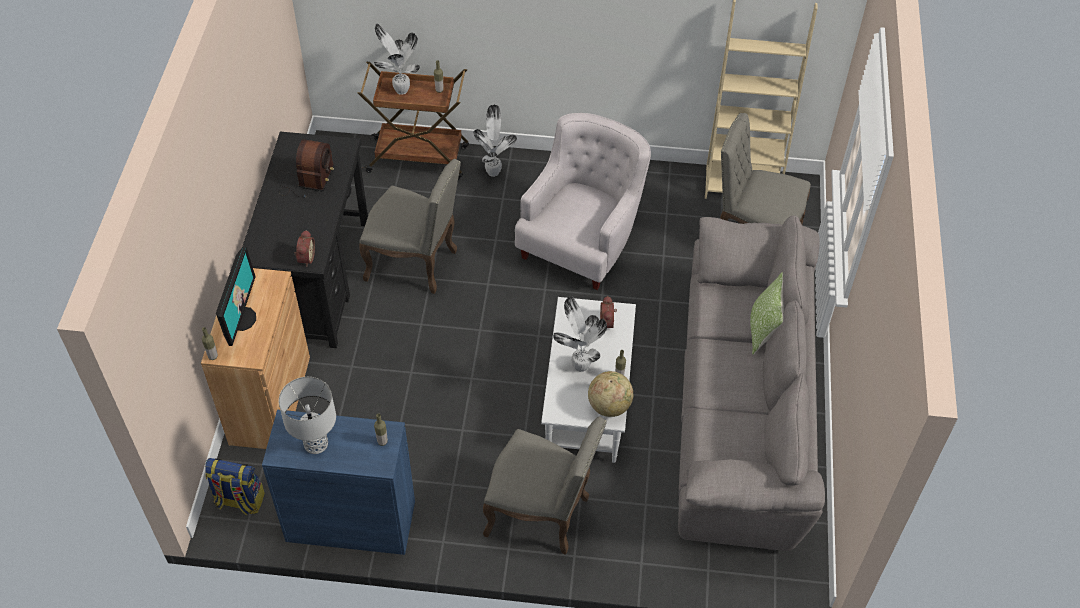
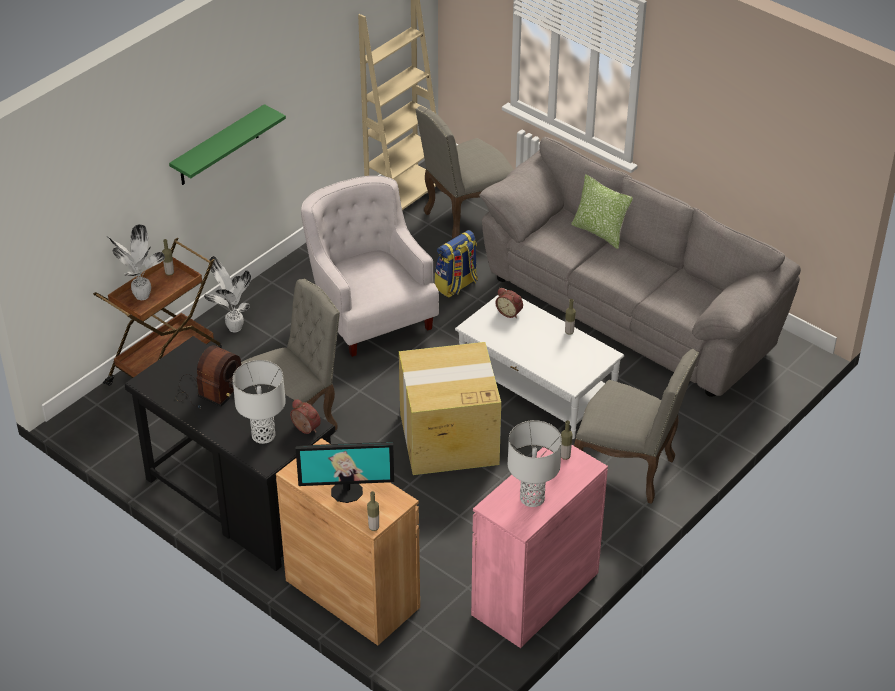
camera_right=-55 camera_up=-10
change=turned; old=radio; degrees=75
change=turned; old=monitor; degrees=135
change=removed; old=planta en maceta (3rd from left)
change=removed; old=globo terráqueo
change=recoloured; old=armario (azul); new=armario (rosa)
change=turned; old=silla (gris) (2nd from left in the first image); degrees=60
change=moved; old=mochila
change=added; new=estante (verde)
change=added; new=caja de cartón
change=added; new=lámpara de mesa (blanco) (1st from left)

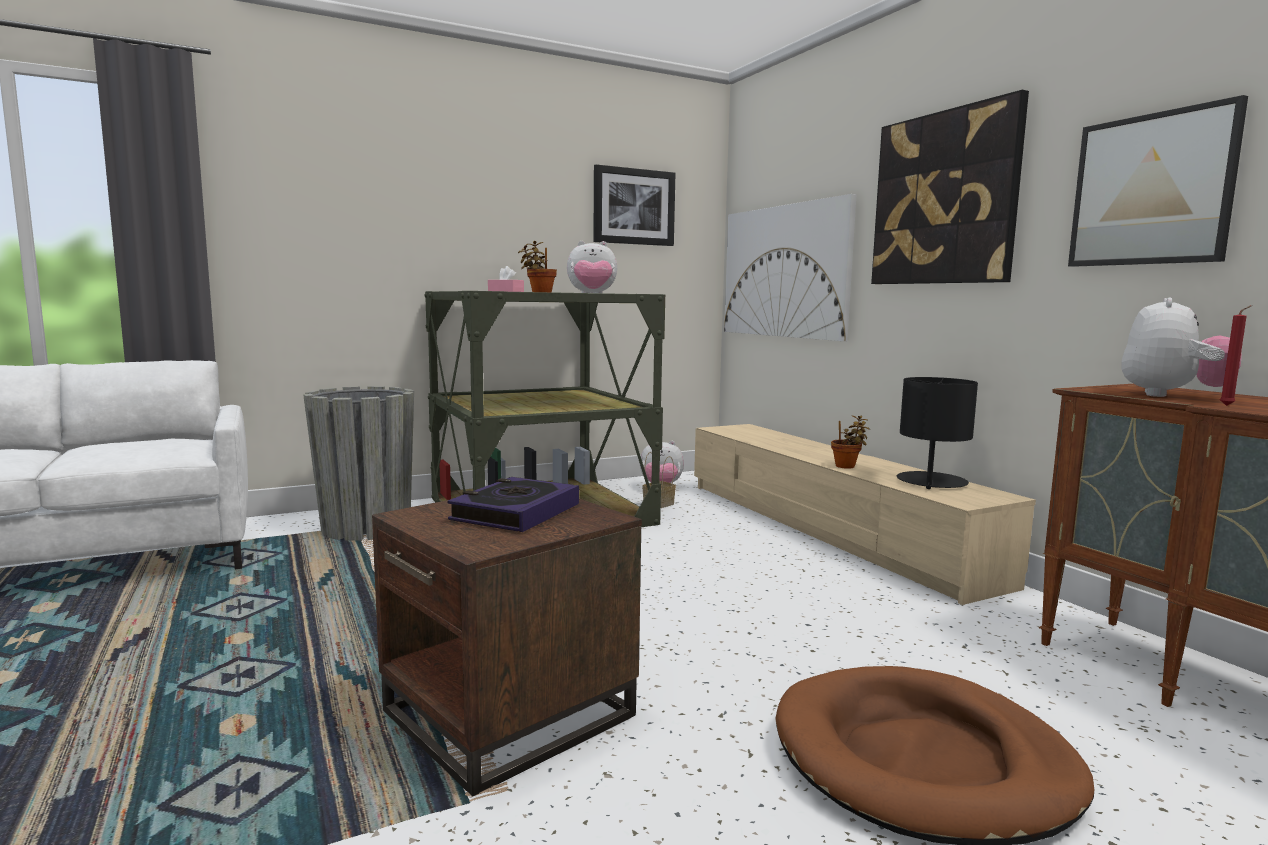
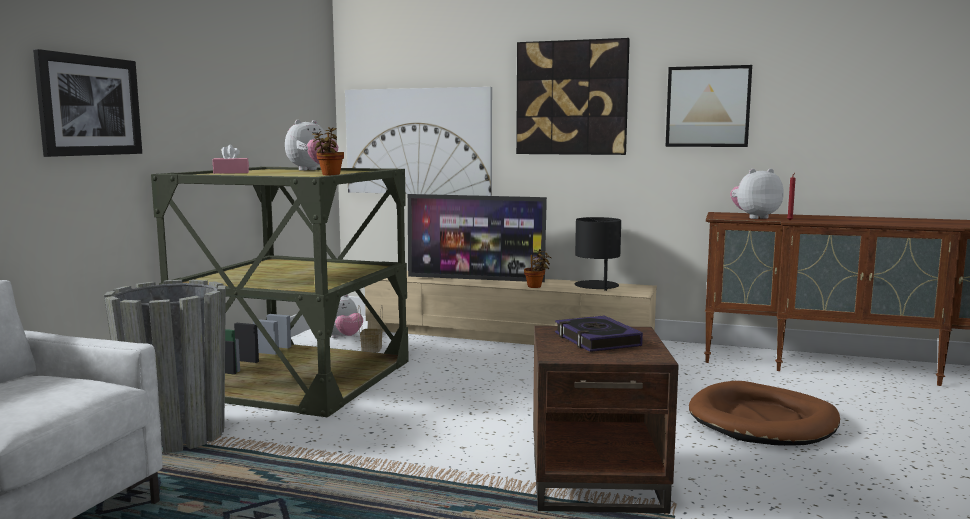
camera_right=-45 camera_up=0
change=moved; old=cuadro (1st from left)
change=turned; old=peluche (3rd from left); degrees=-90
change=added; new=televisor

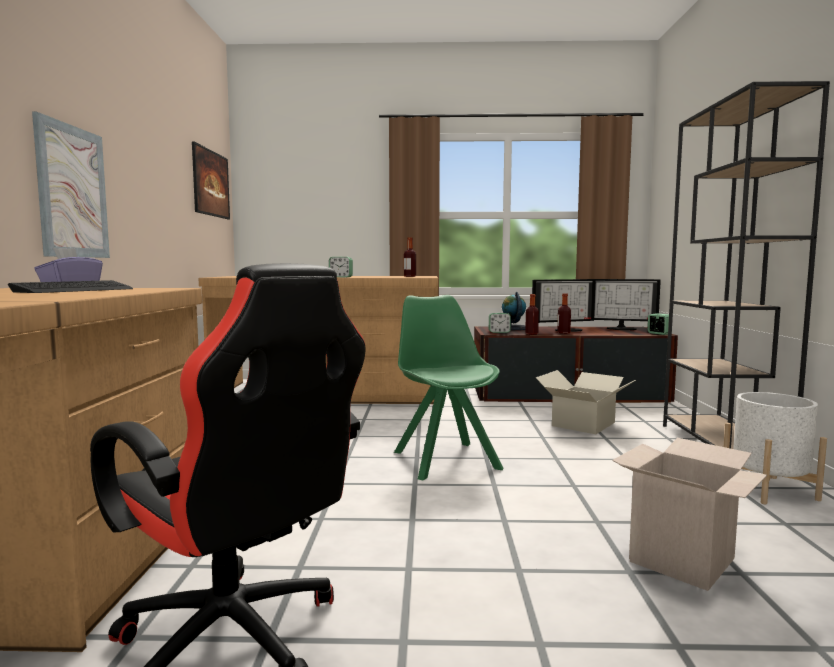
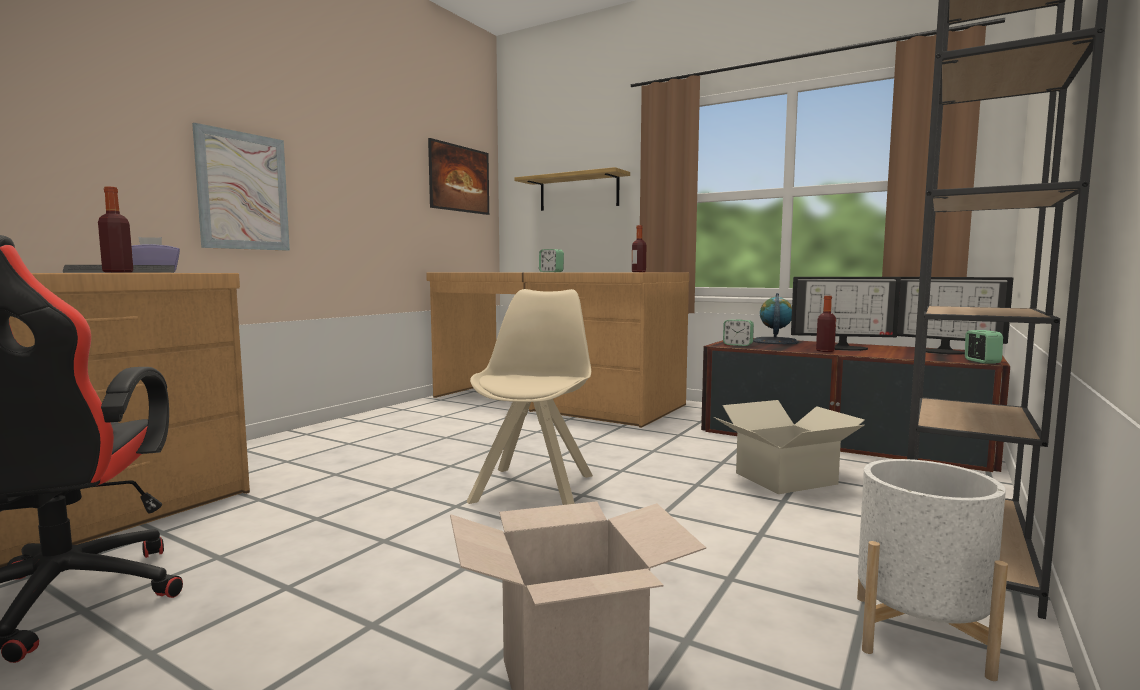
camera_right=30 camera_up=0
change=moved; old=botella (2nd from left in the first image); new=botella (1st from left)
change=recoloured; old=silla (verde); new=silla (beis)
change=added; new=estante

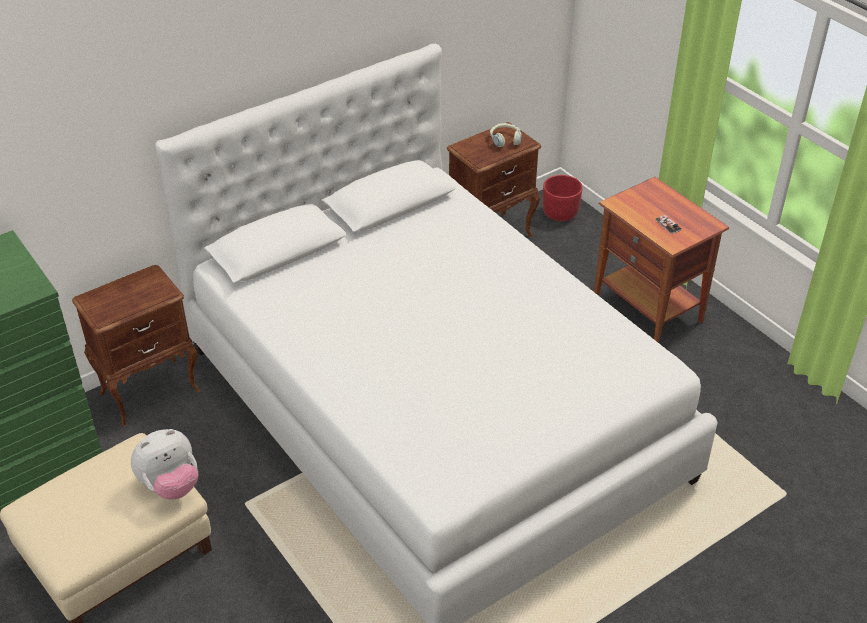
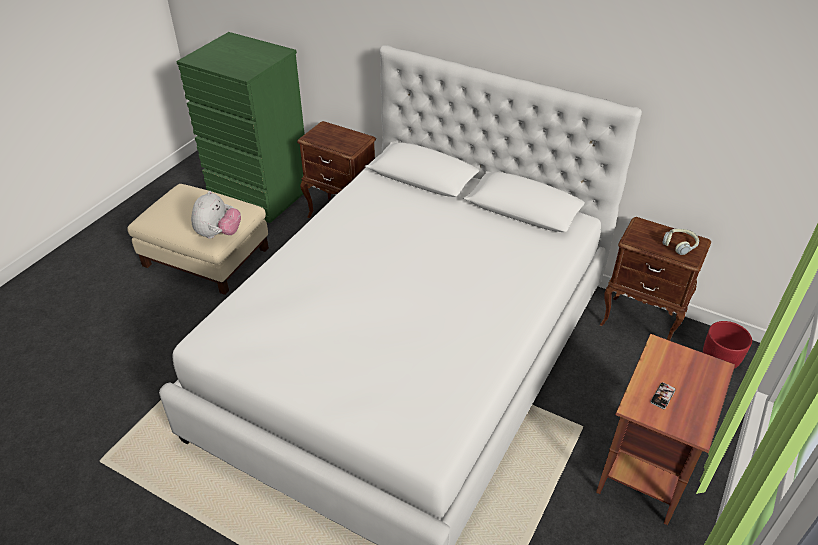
camera_right=65 camera_up=0
change=turned; old=peluche; degrees=-105

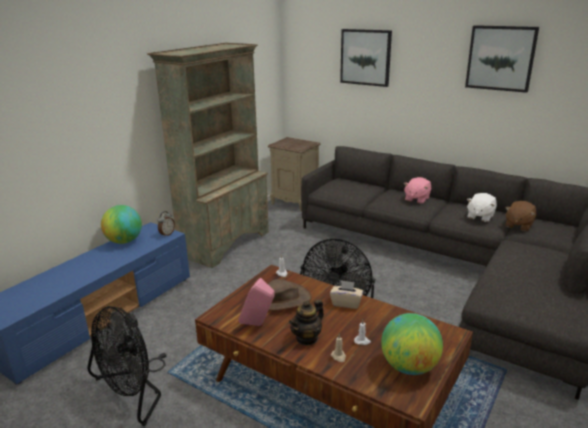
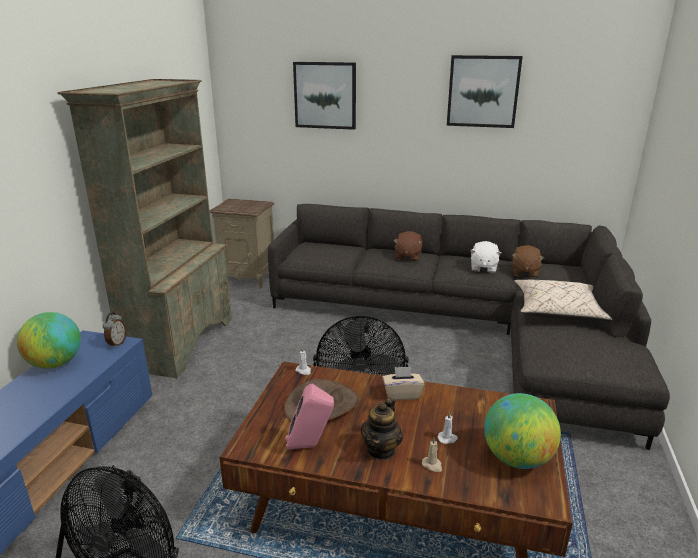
camera_right=-20 camera_up=0
change=recoloured; old=peluche (rosa); new=peluche (marrón) (1st from left)
change=added; new=cojín (beis)

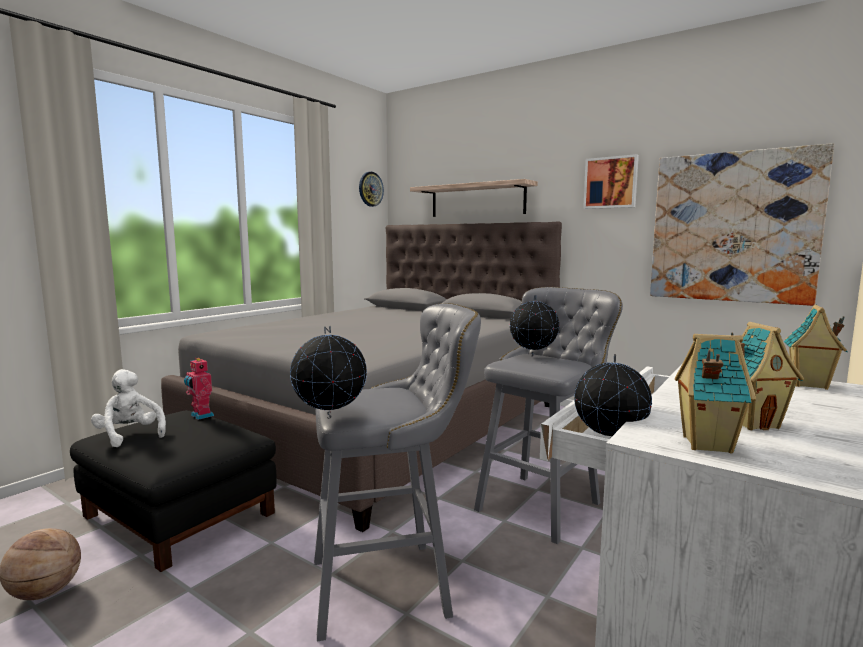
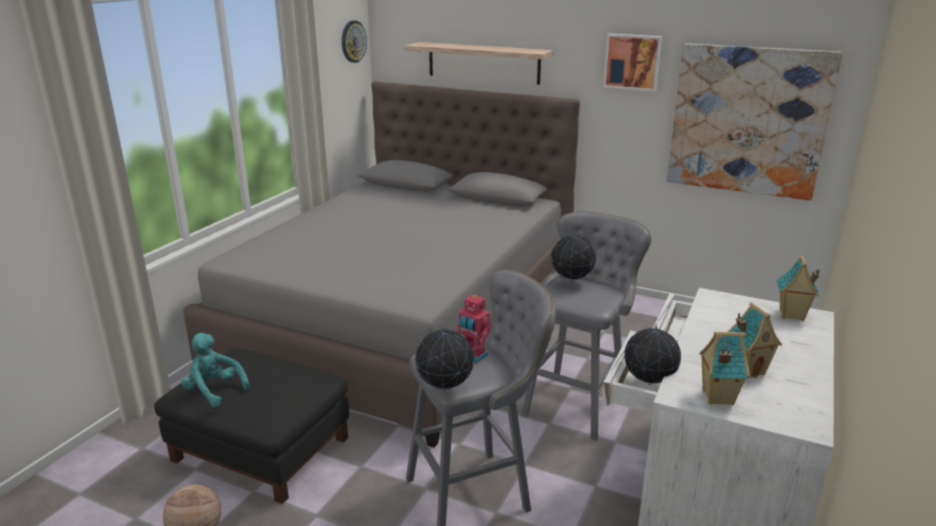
camera_right=-10 camera_up=15
change=moved; old=robot de juguete
change=recoloured; old=peluche (blanco); new=peluche (turquesa)

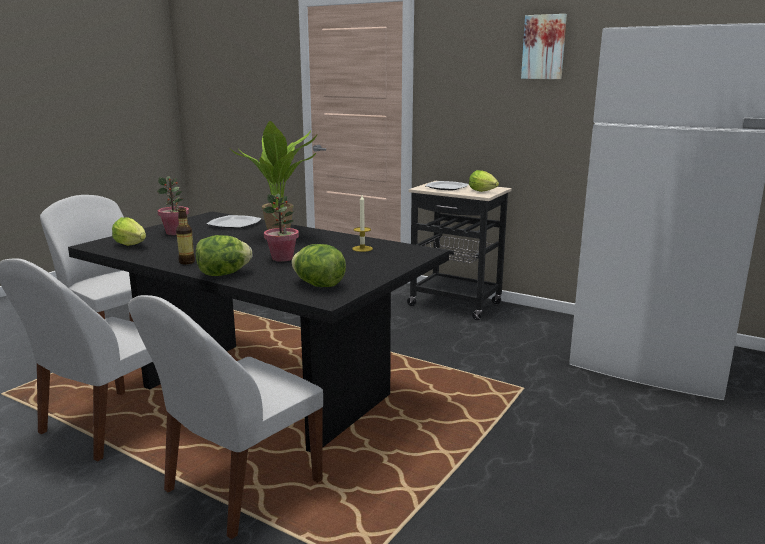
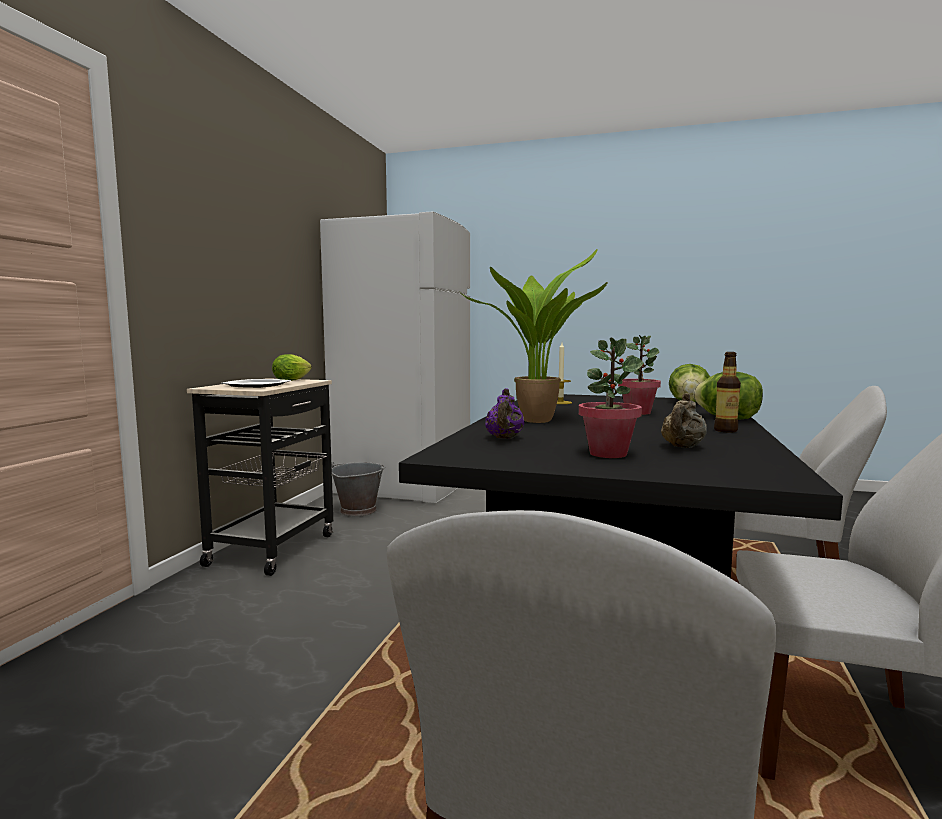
camera_right=-105 camera_up=-10
change=removed; old=cuadro
change=replaced; old=plato (1st from left); new=tetera (morado)
change=removed; old=lechuga (1st from left)
change=added; new=tetera (beis)
change=added; new=cubo (gris)

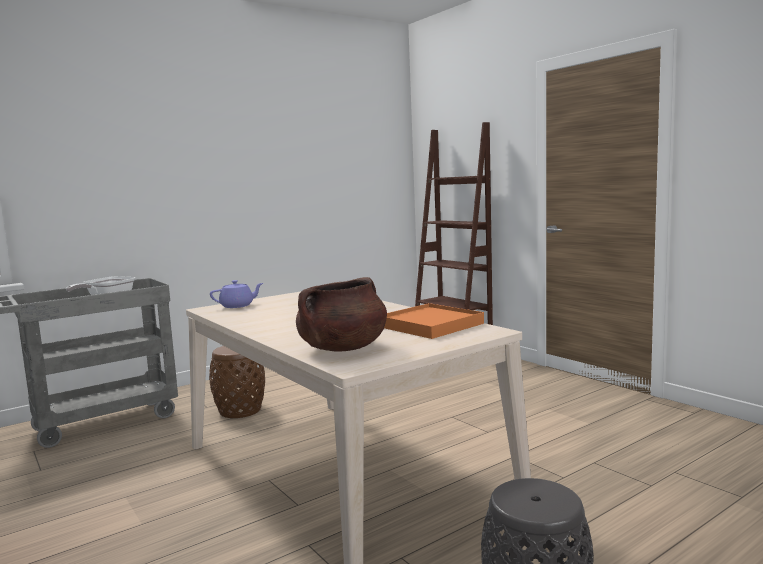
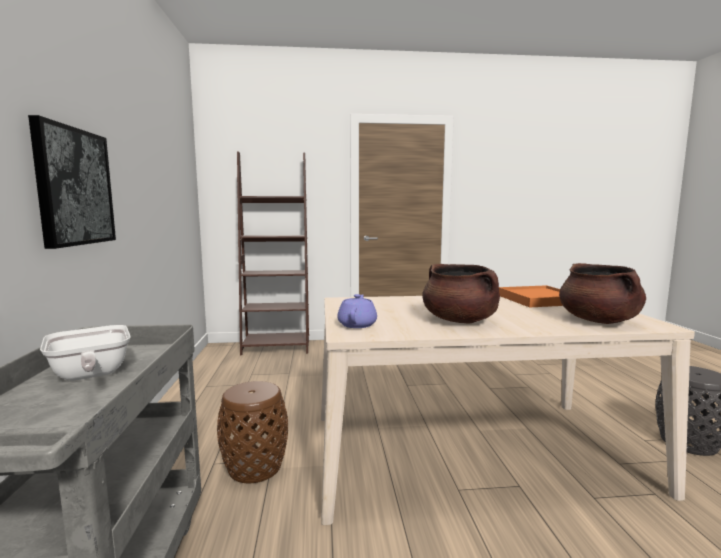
camera_right=-60 camera_up=0
change=added; new=cuadro
change=added; new=olla (marrón) (1st from left)

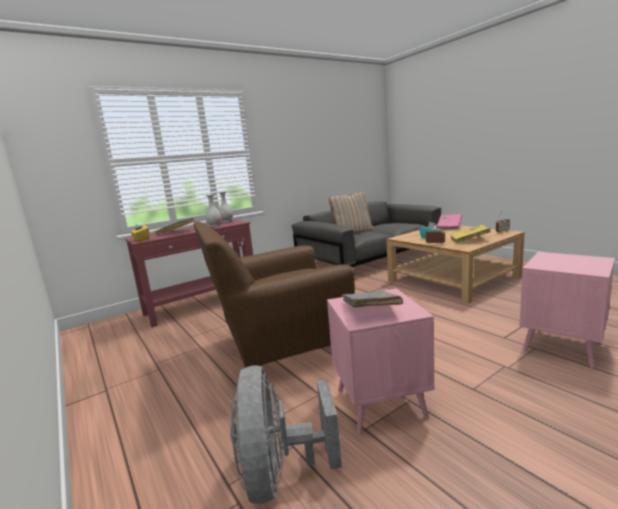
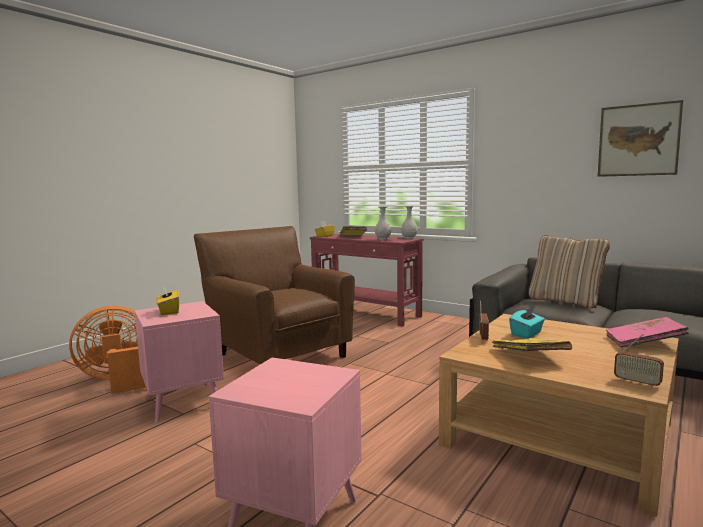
camera_right=70 camera_up=-5
change=replaced; old=libro (gris); new=caja de pañuelos (amarillo) (1st from left)
change=recoloured; old=ventilador (gris); new=ventilador (naranja)
change=added; new=cuadro

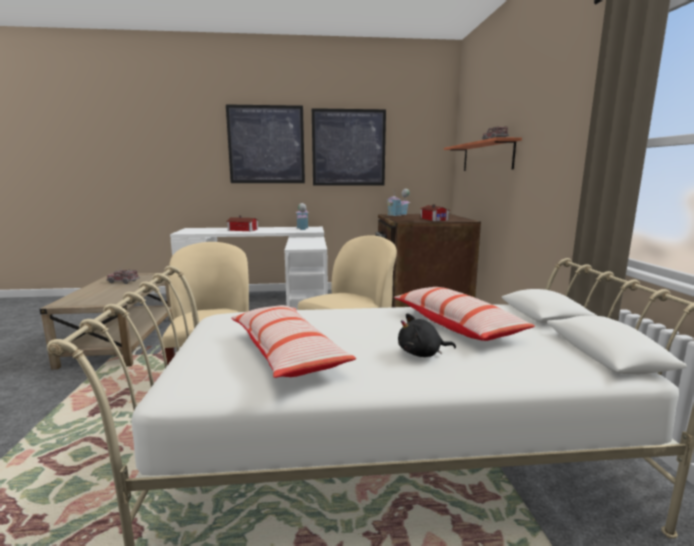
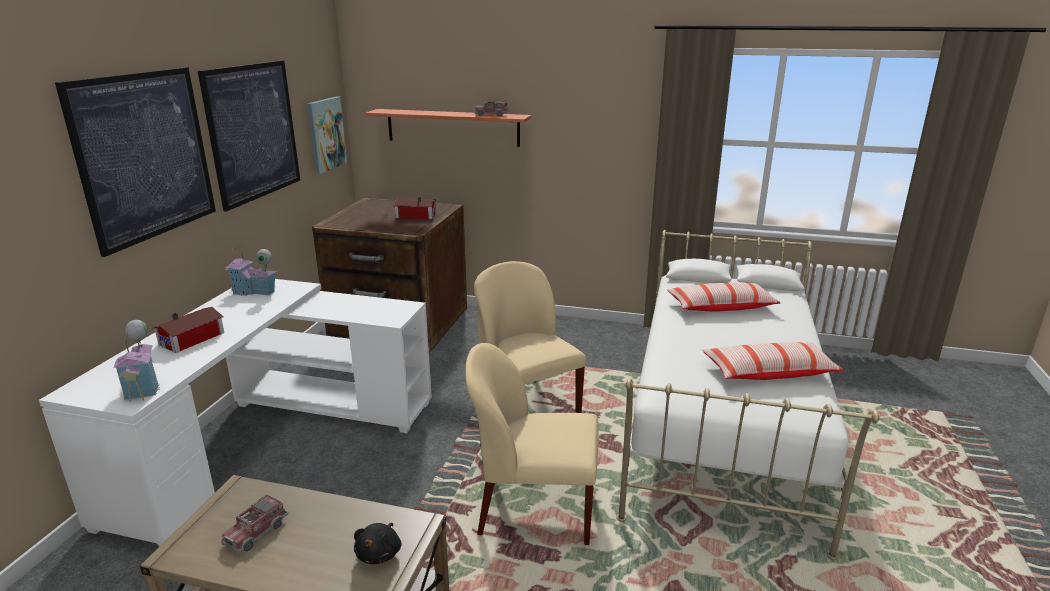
camera_right=-70 camera_up=10
change=moved; old=casita (3rd from left in the first image); new=casita (1st from left)
change=moved; old=peluche (negro)
change=added; new=cuadro (3rd from left)

